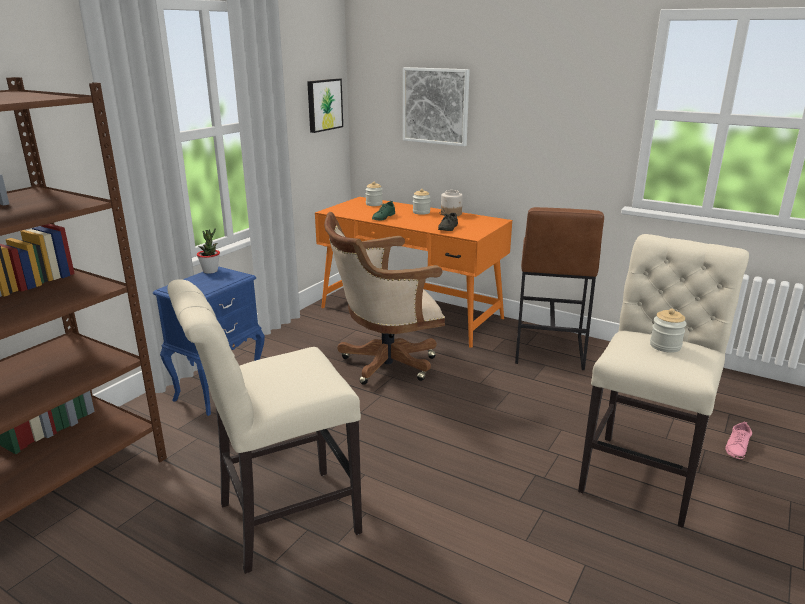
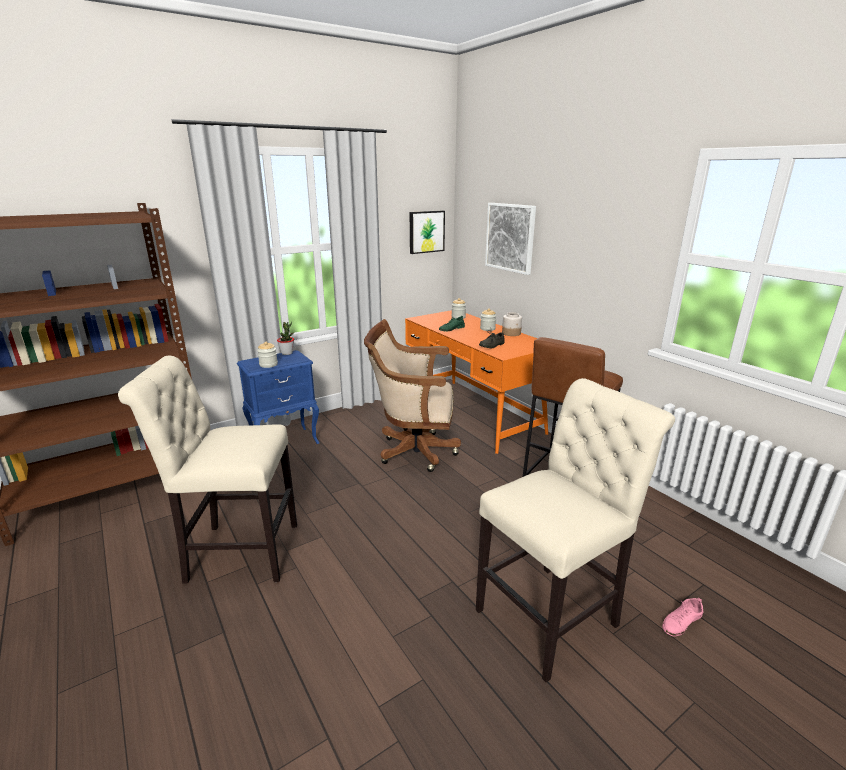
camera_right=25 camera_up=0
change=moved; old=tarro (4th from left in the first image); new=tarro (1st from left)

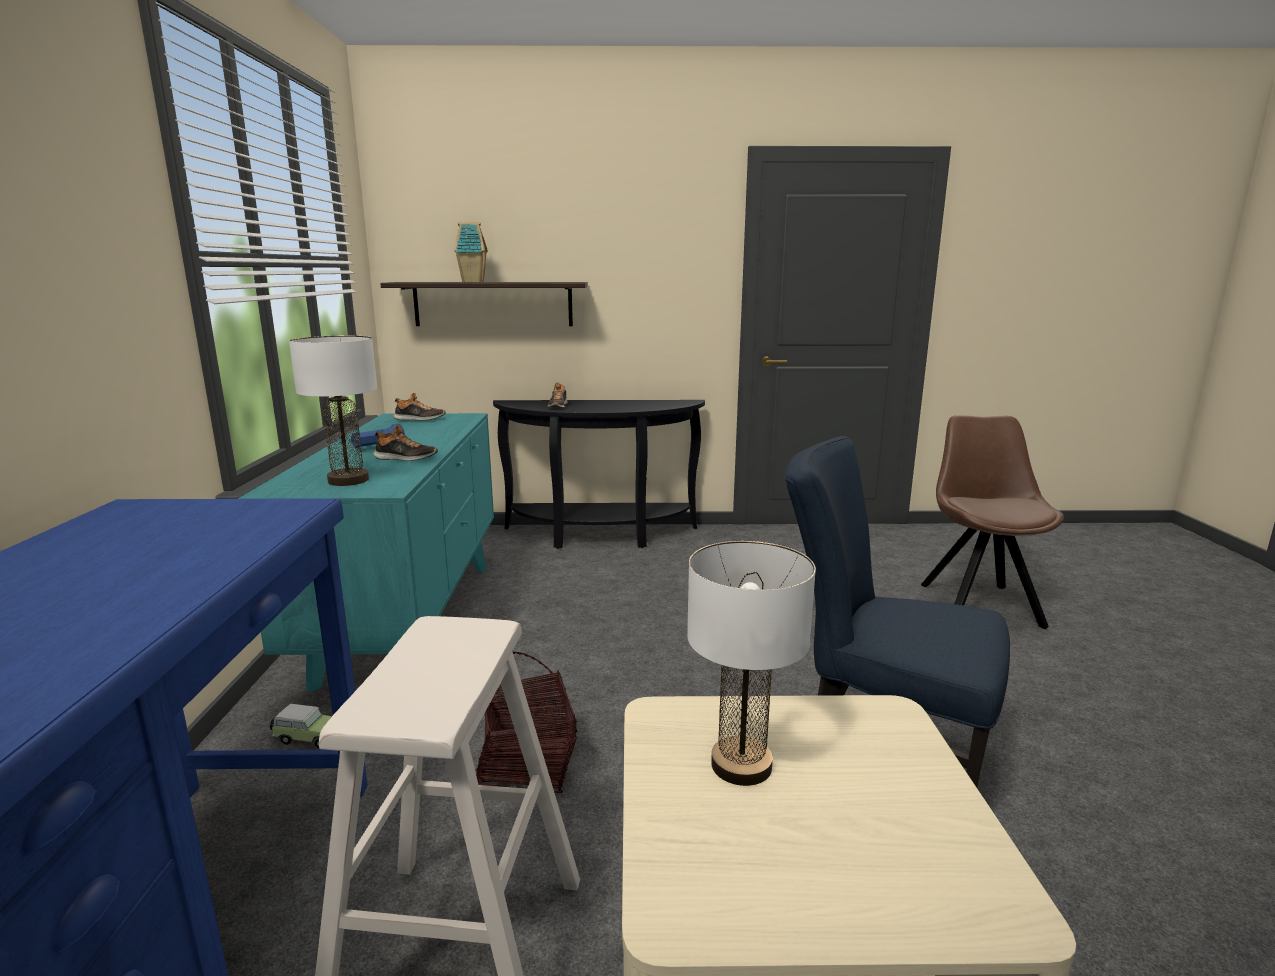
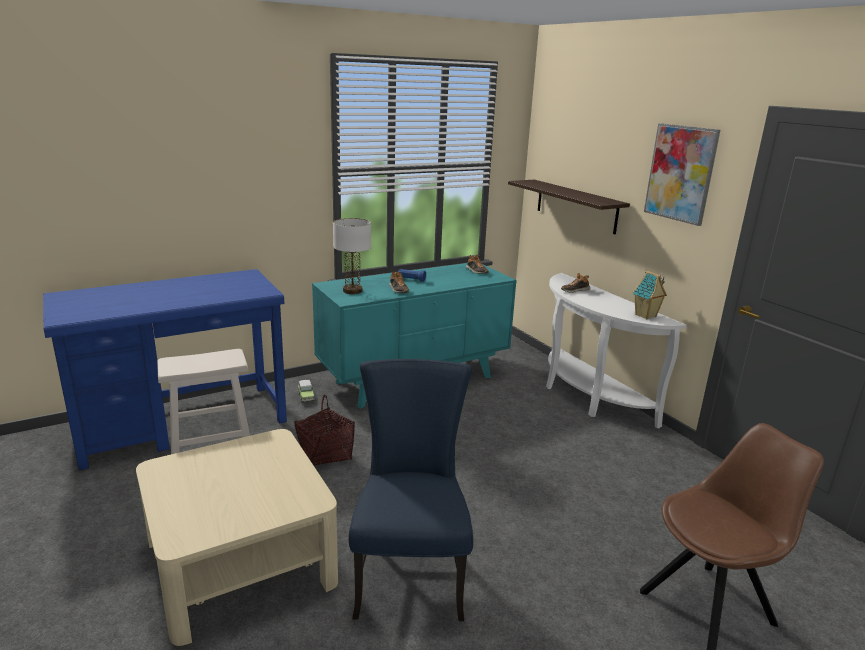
camera_right=60 camera_up=5
change=moved; old=casita
change=recoloured; old=mesa consola (negro); new=mesa consola (blanco)
change=removed; old=lámpara de mesa (2nd from left)
change=added; new=cuadro

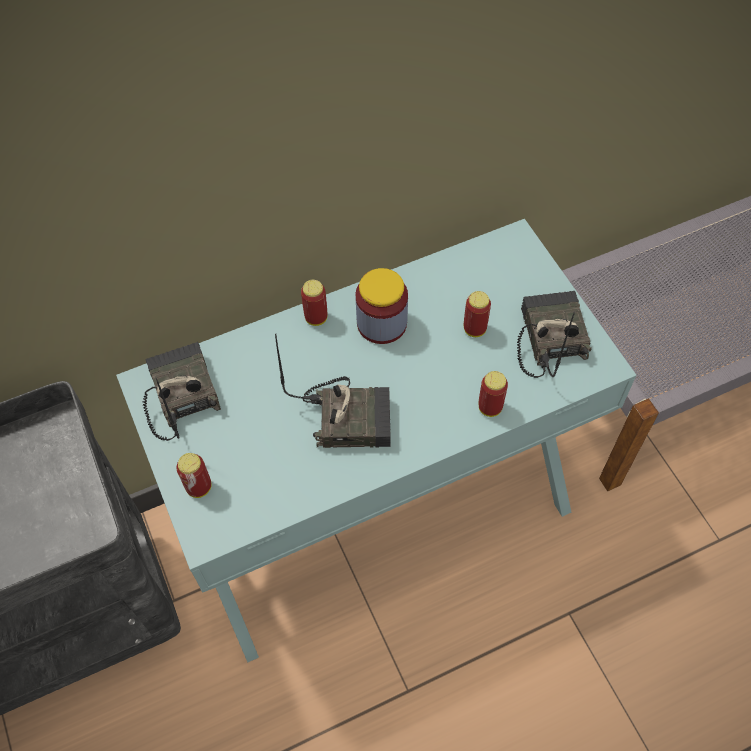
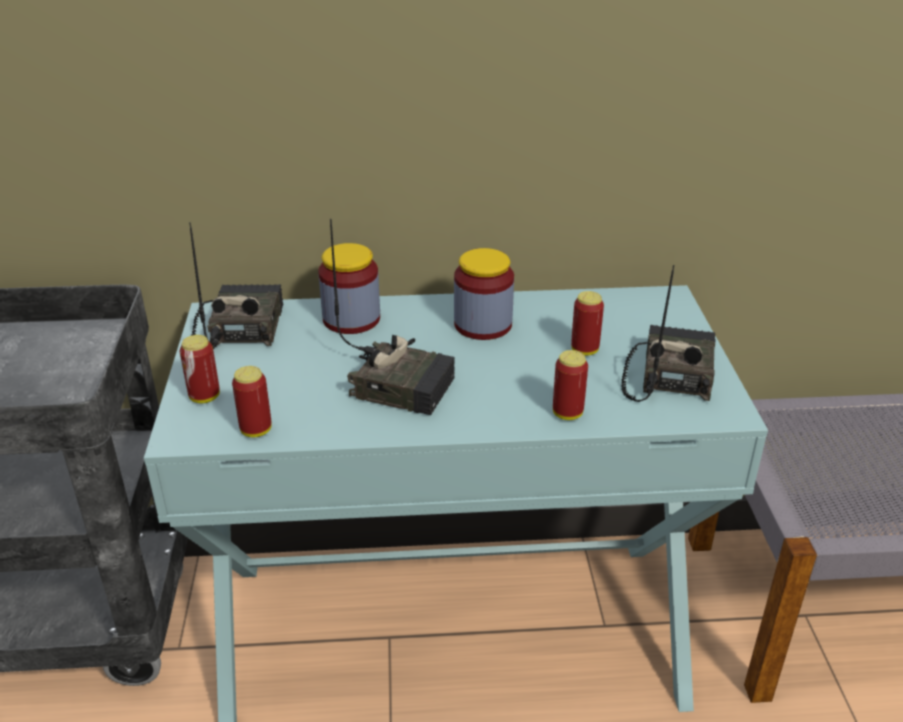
camera_right=20 camera_up=-25
change=moved; old=lata (2nd from left)
change=added; new=tarro (1st from left)

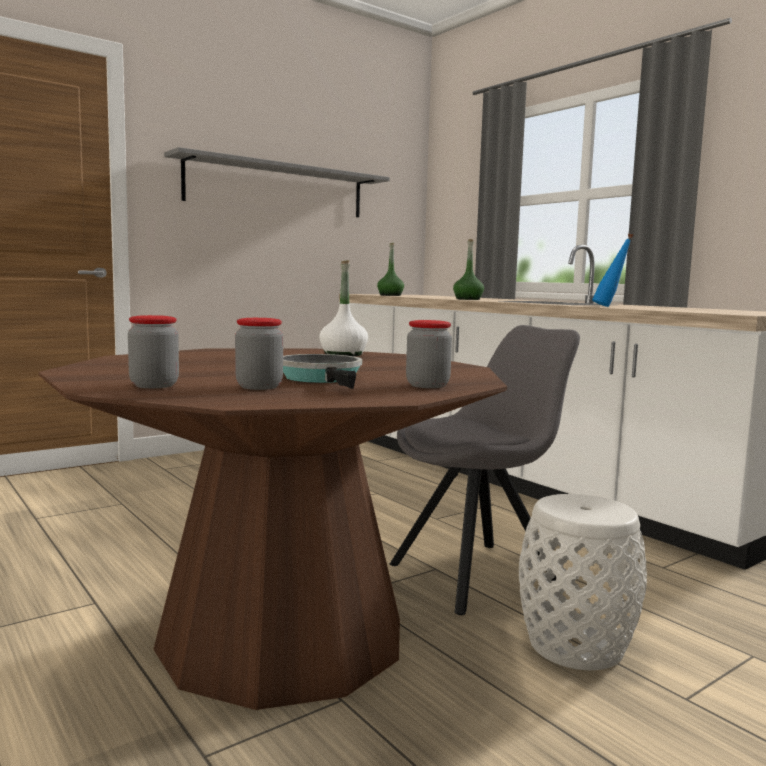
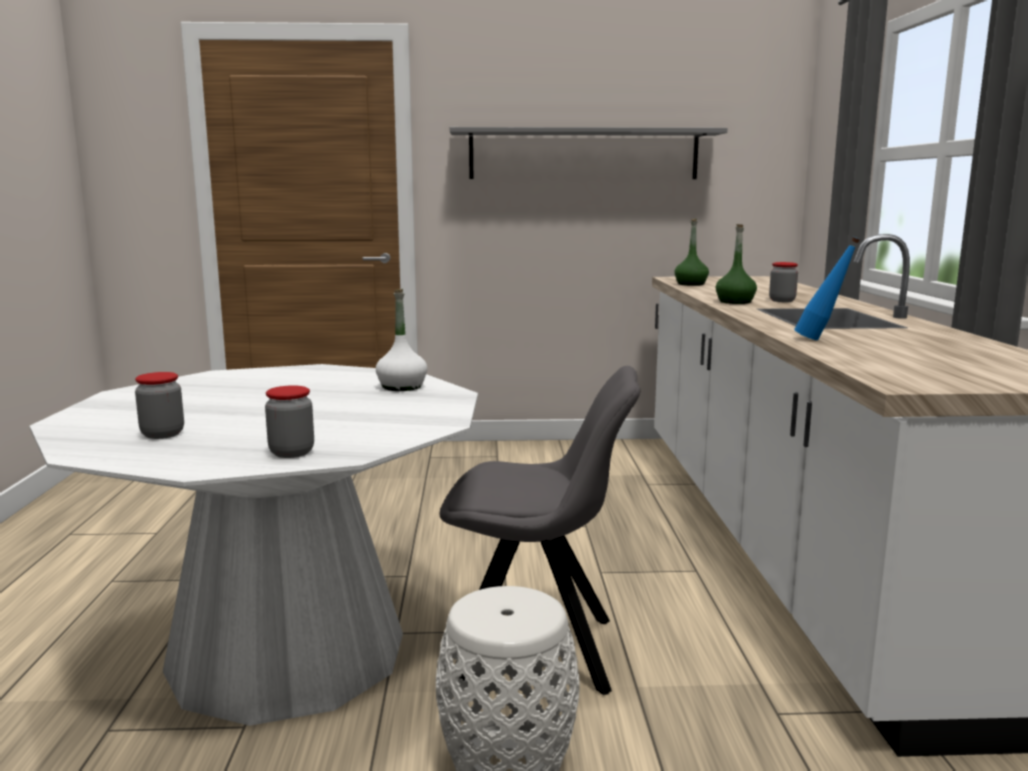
camera_right=35 camera_up=5
change=moved; old=tarro (1st from left in the first image); new=tarro (3rd from left)
change=recoloured; old=mesa de comedor (marrón); new=mesa de comedor (blanco)
change=removed; old=sartén

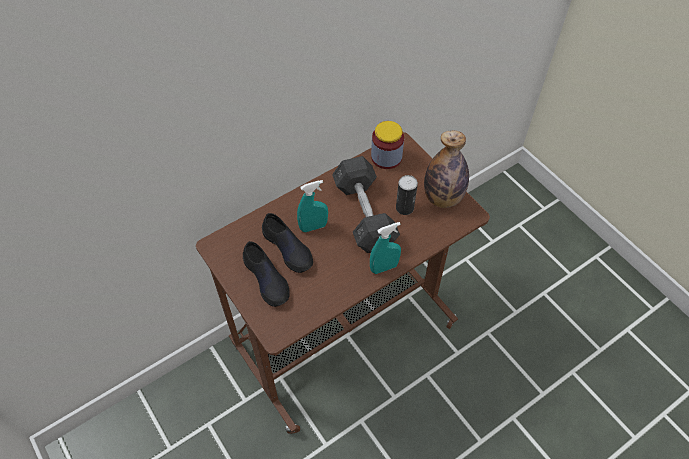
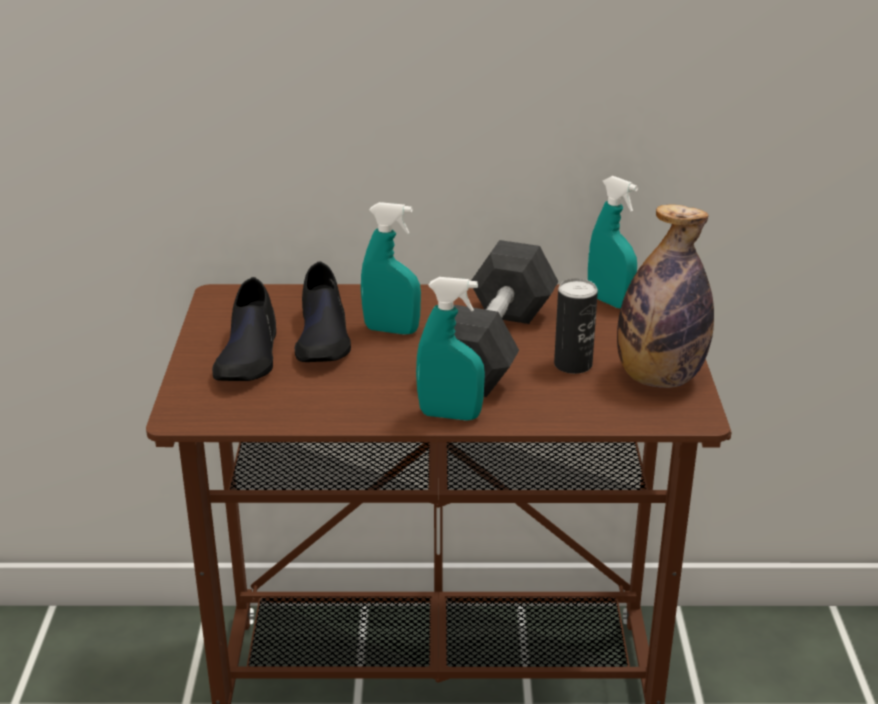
camera_right=35 camera_up=-25
change=replaced; old=tarro; new=pulverizador (turquesa) (3rd from left)

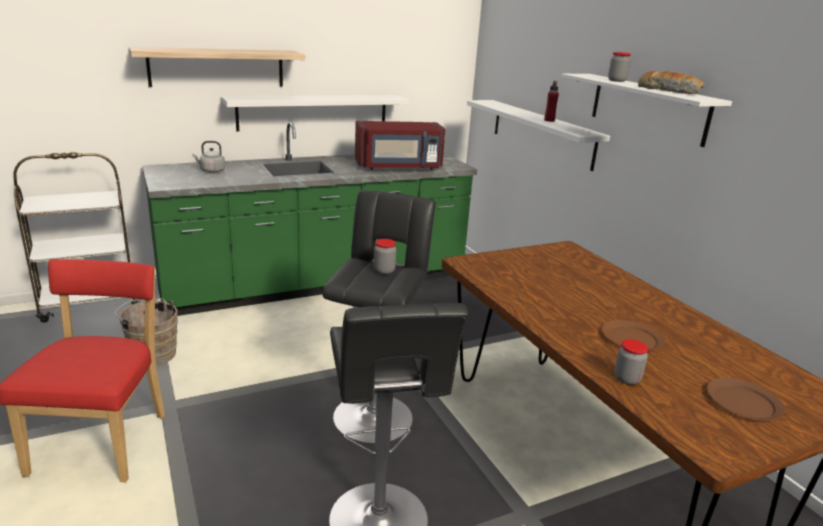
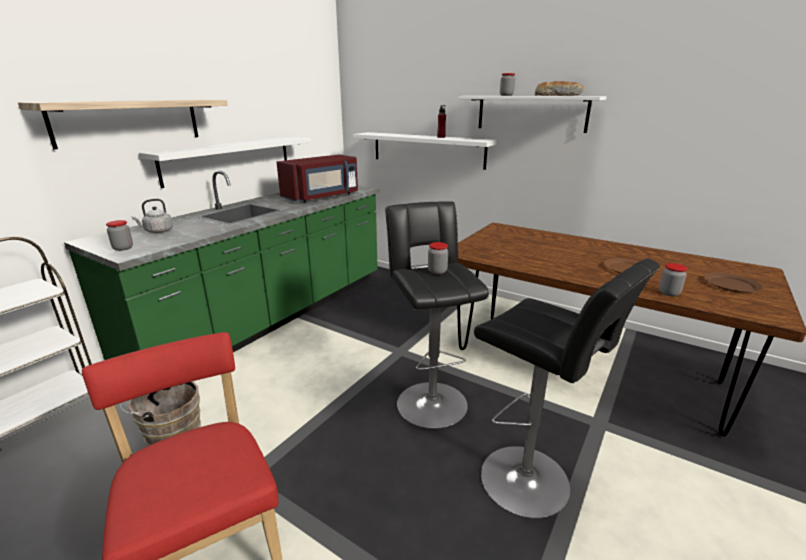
camera_right=-30 camera_up=0
change=added; new=tarro (1st from left)

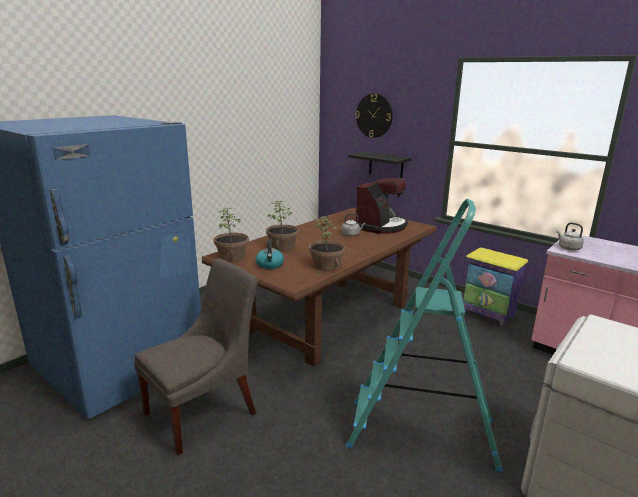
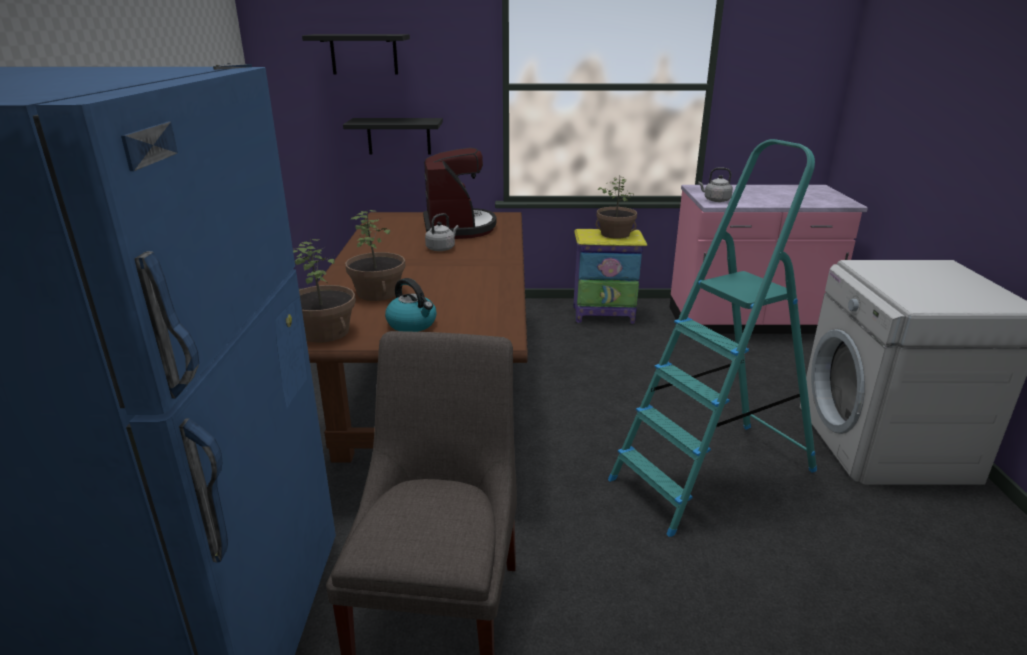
camera_right=-40 camera_up=5
change=replaced; old=reloj de pared; new=estante (negro) (1st from left)
change=moved; old=planta en maceta (3rd from left)

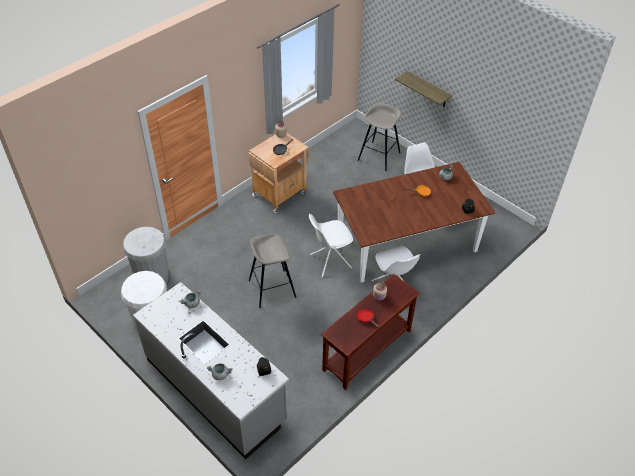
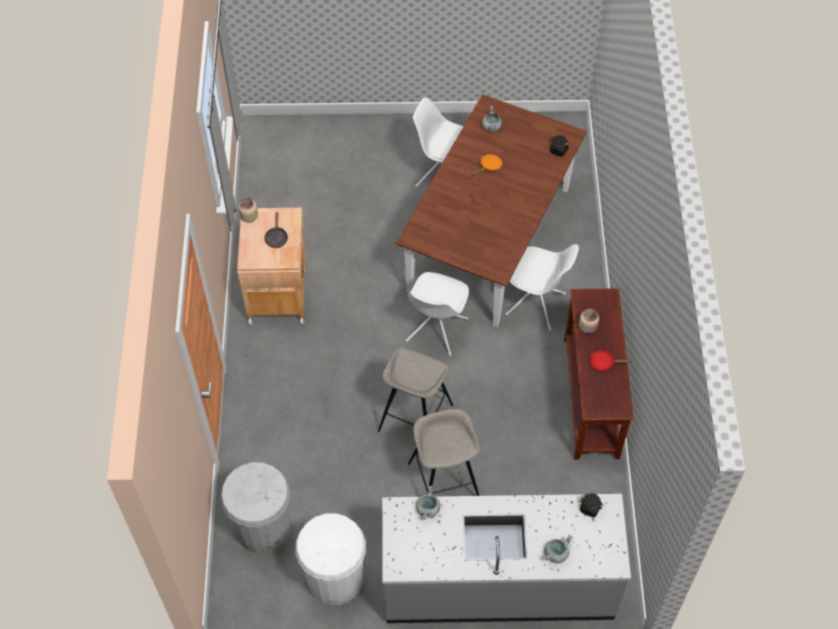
camera_right=-45 camera_up=10
change=removed; old=estante
change=moved; old=taburete (gris) (2nd from left)

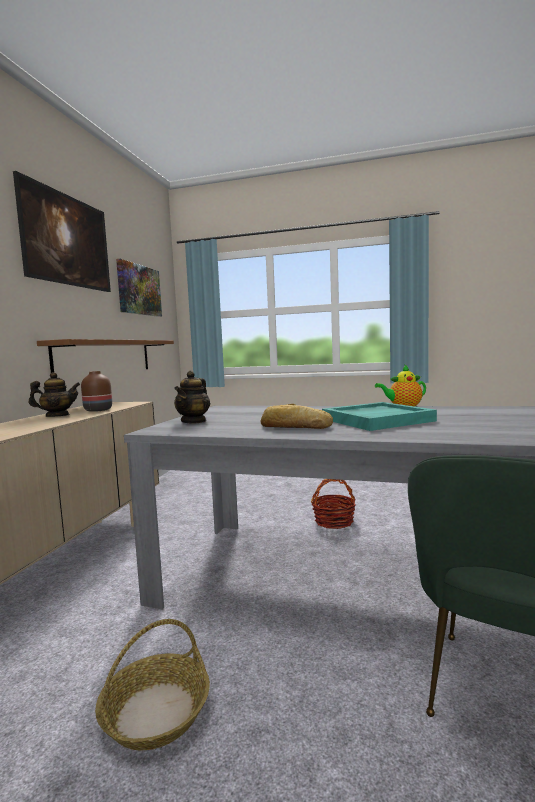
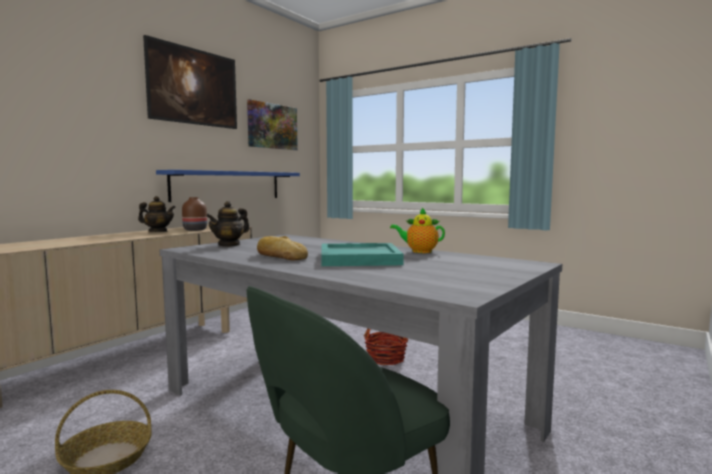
camera_right=20 camera_up=0
change=recoloured; old=estante (marrón); new=estante (azul)

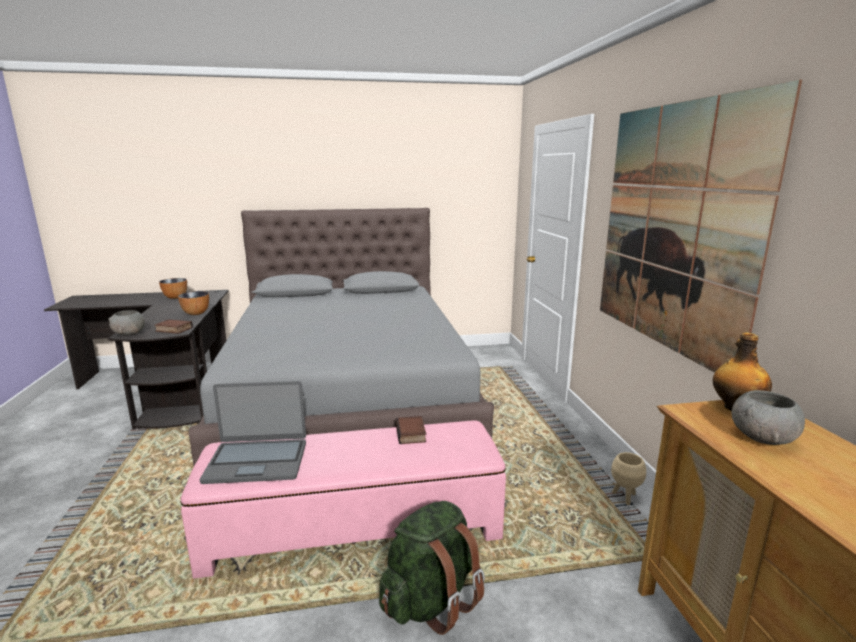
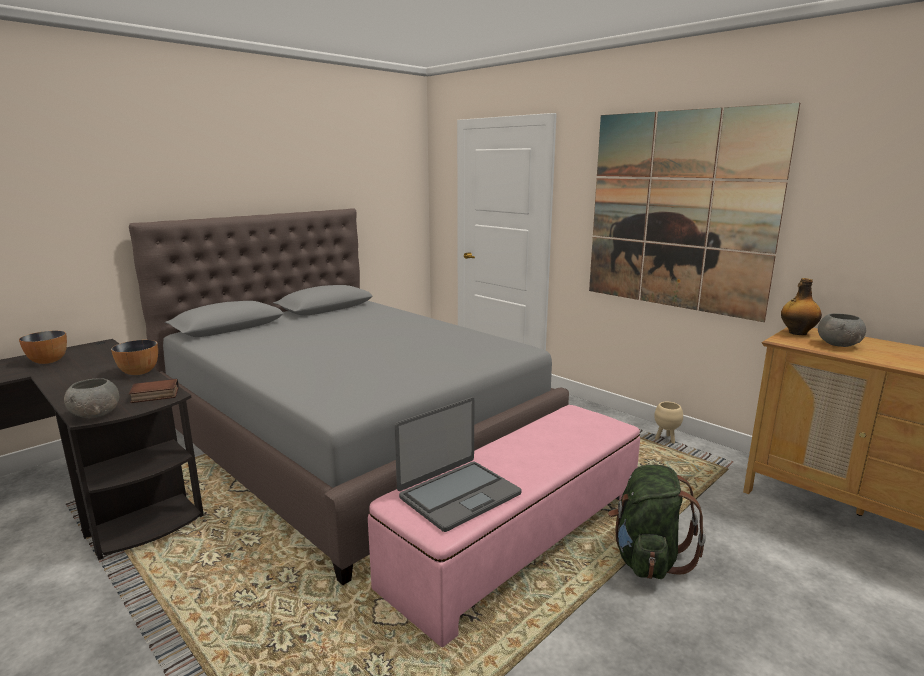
camera_right=-35 camera_up=0
change=removed; old=libro (2nd from left)

